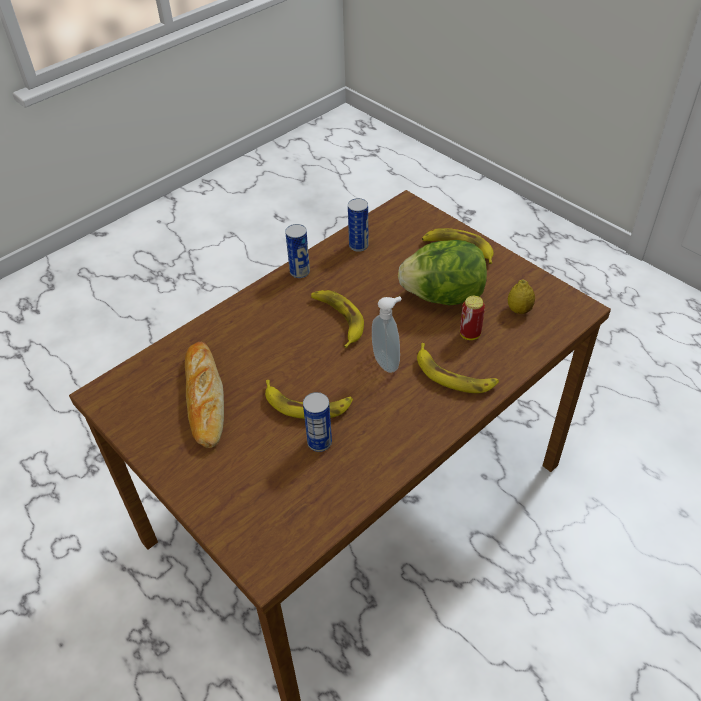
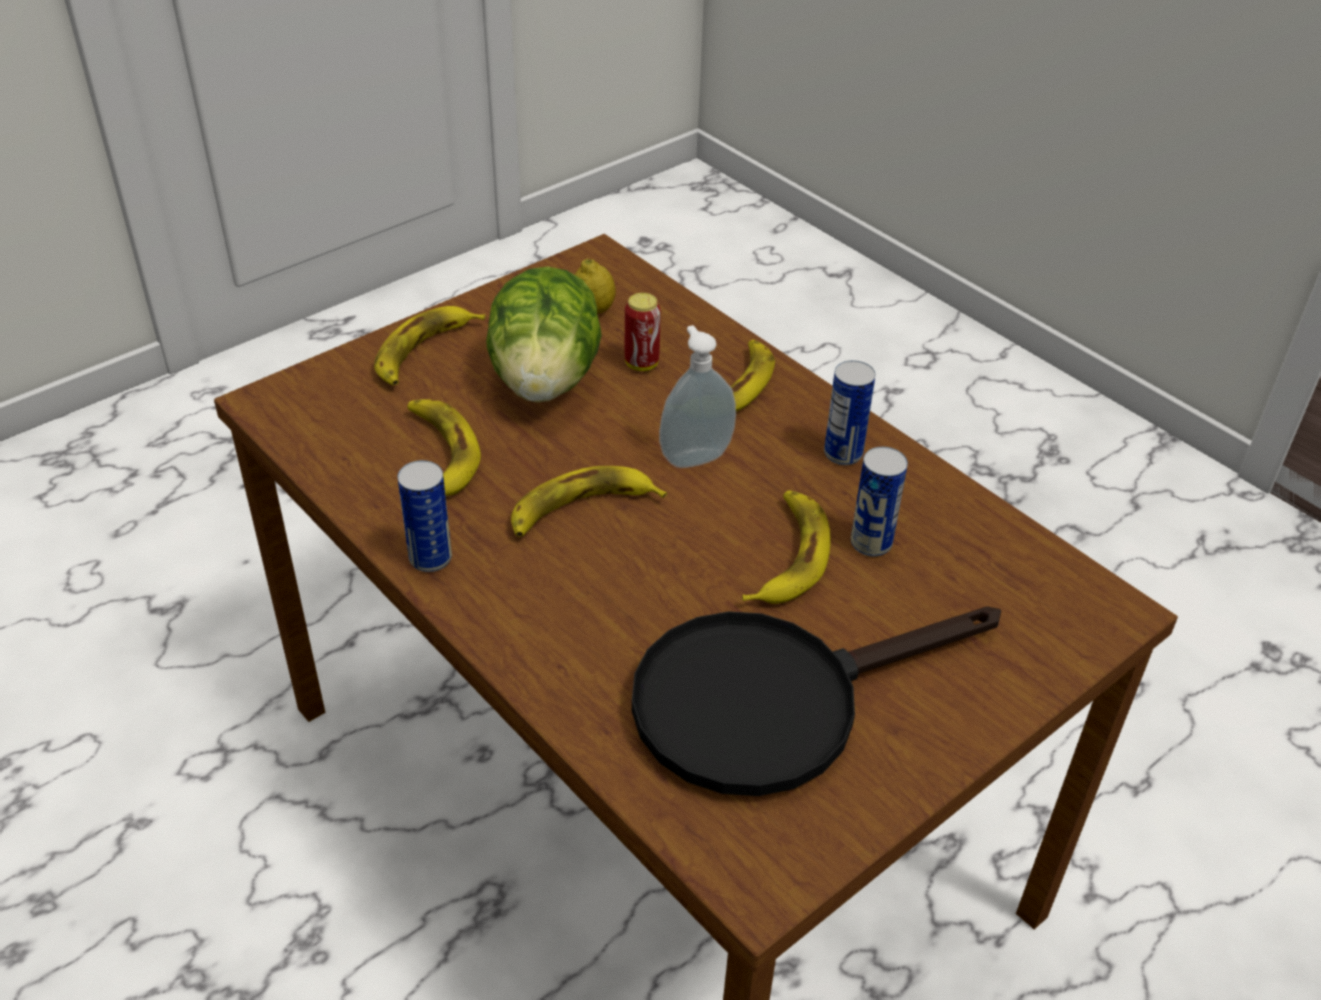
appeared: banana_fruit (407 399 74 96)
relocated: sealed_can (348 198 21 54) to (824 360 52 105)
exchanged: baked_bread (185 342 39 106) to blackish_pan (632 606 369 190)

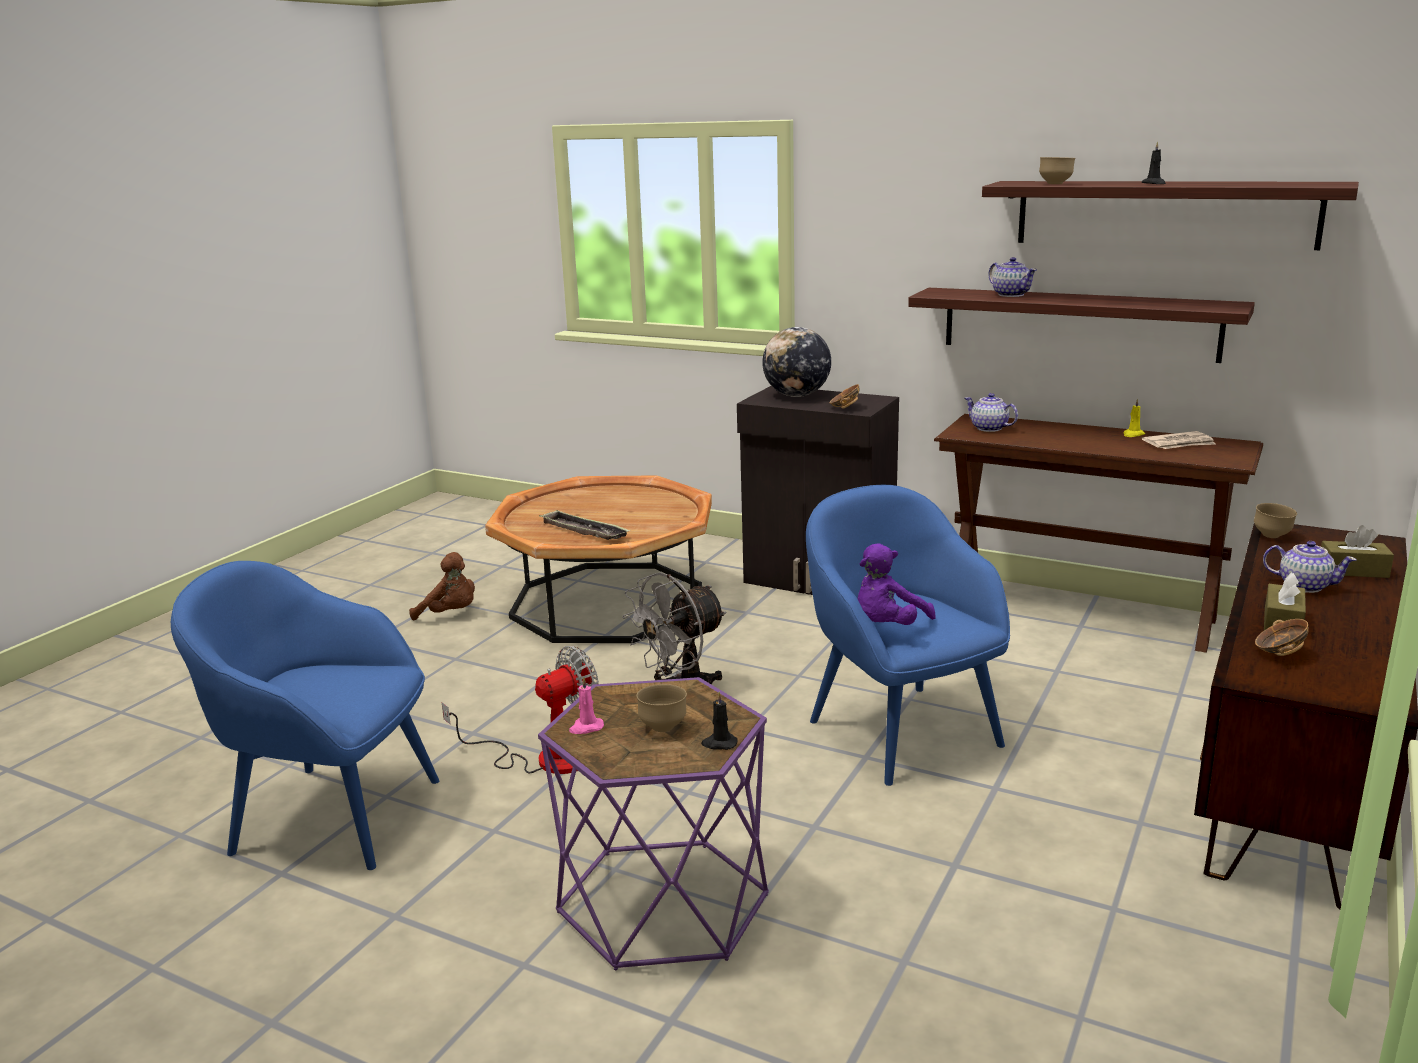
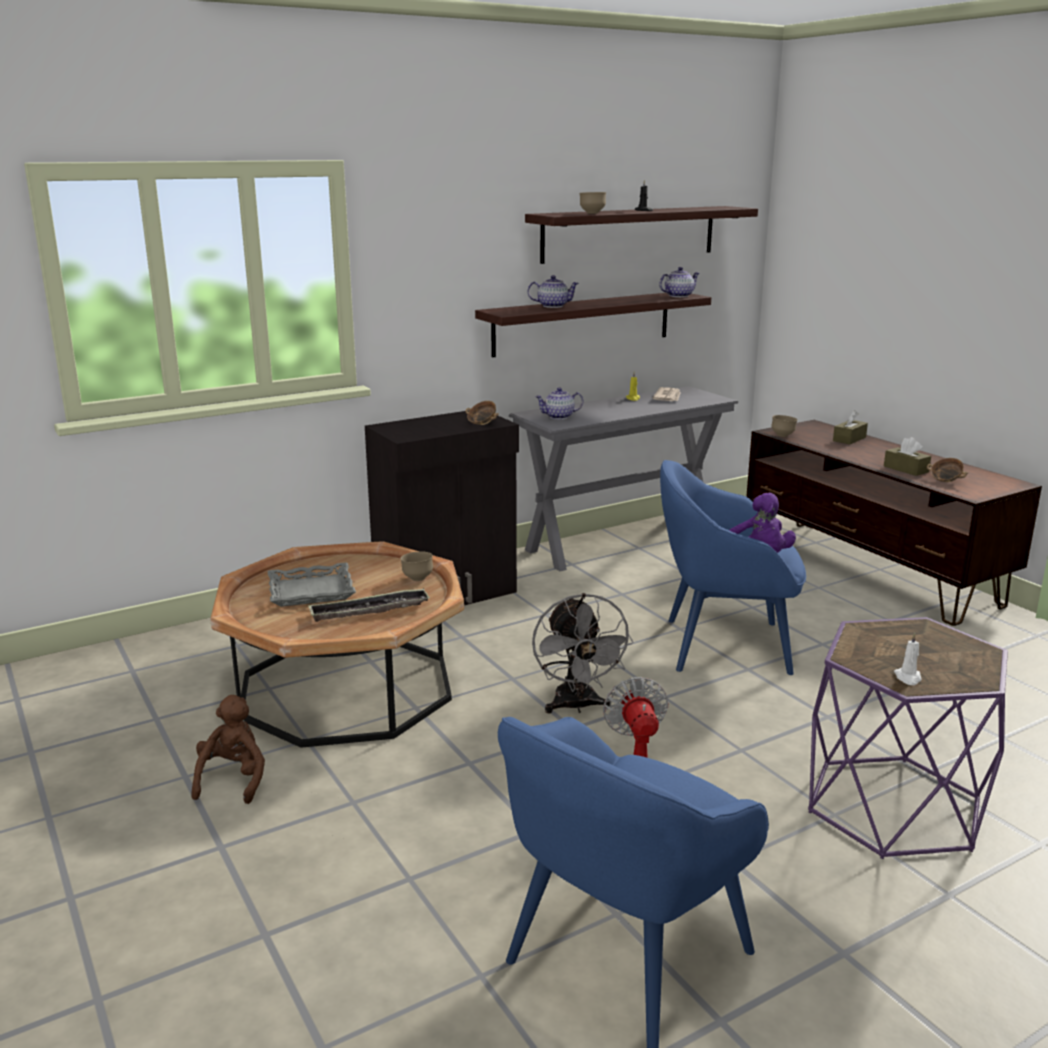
missing: blackish_candle (701 692 37 58); world_globe (762 327 69 70)
appeared: grey_serving_tray (268 563 88 44)
relocated: brown-coloured_deep_dish (637 684 50 48) to (400 551 33 30); teapot (1263 541 94 52) to (659 267 41 30)
colour: pink-coloured_candle (569 676 35 58) to white_candle (894 633 28 52); brown-coloured_narrow_table (934 414 329 239) to grey_narrow_table (509 386 229 185)
spun: brown-coloured_cuddly_toy (409 552 66 68) = (191 695 74 109) 45 degrees counterclockwise

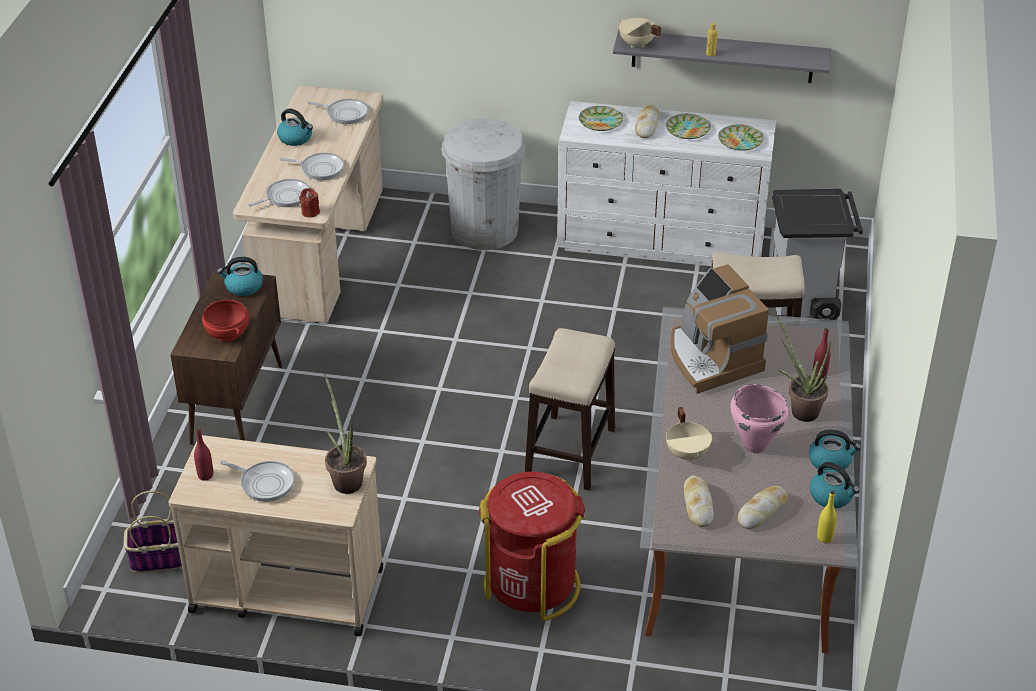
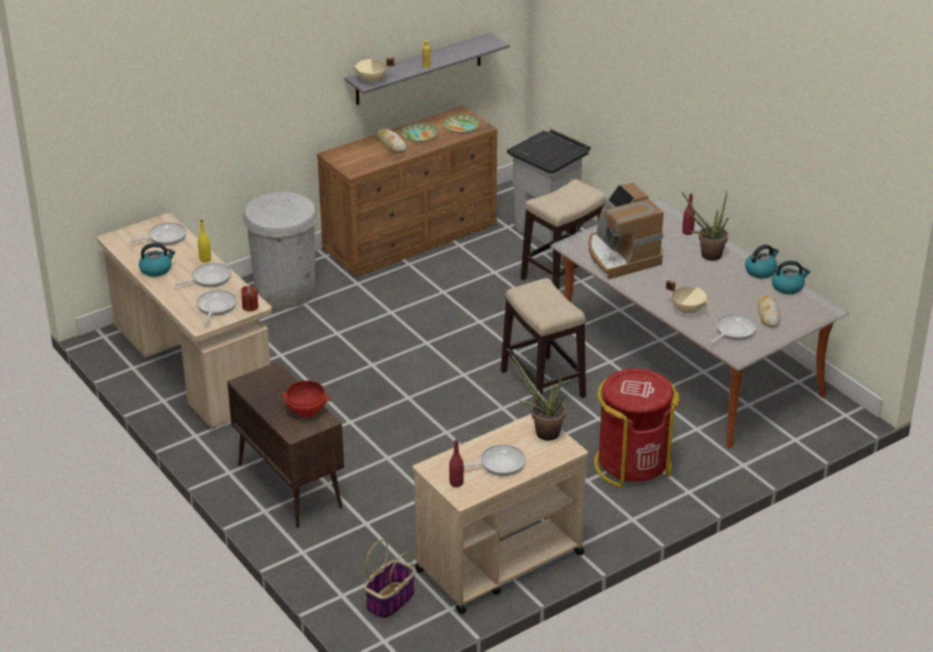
missing: tea_kettle (217 257 46 39); flat_dish (579 106 44 25); pink-coloured_stockpot (731 384 58 69)
relocated: yellowish_bottle (817 491 20 52) to (198 220 13 43)
exchanged: baked_bread (684 475 30 52) to pan (710 314 46 30)
colour: white_drawer_chest (557 101 219 165) to brown-coloured_drawer_chest (317 105 180 171)
spun: coffee_maker (670 264 99 130) = (588 182 76 97) 45 degrees clockwise

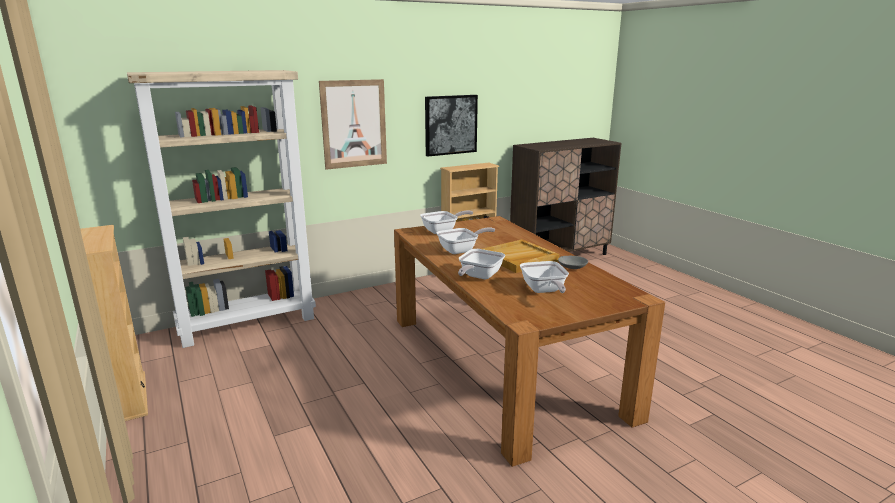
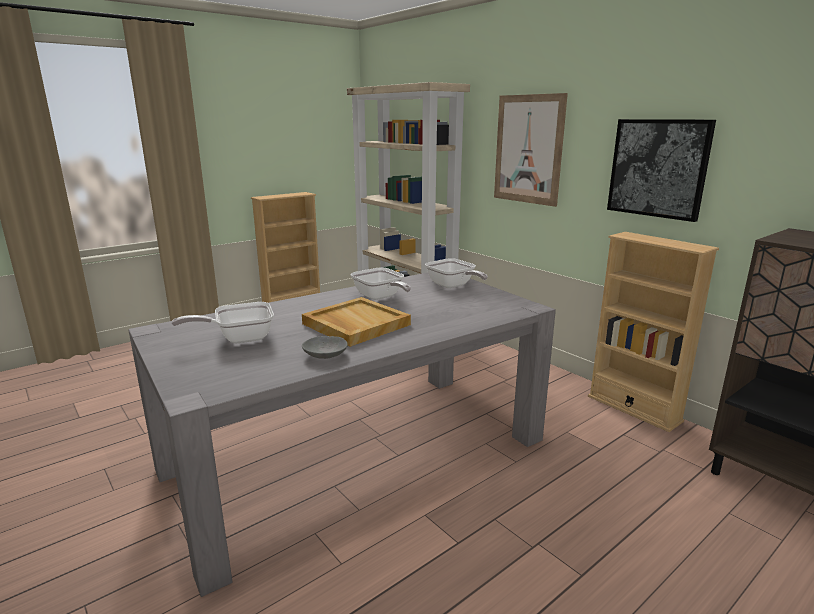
missing: pan (458 249 47 30)
colour: brown-coloured_dinner_table (394 216 271 251) to grey_dinner_table (128 272 428 325)

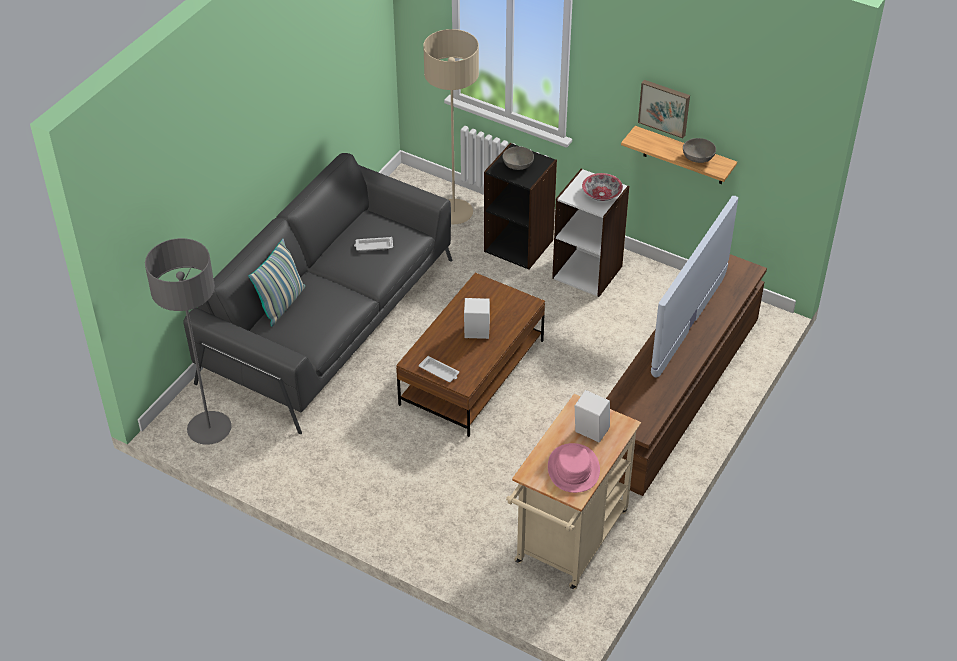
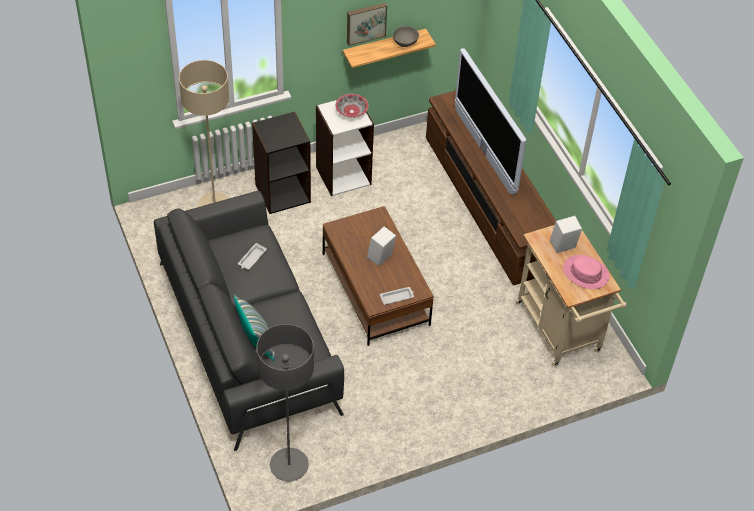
missing: grey_deep_dish (502 146 32 24)

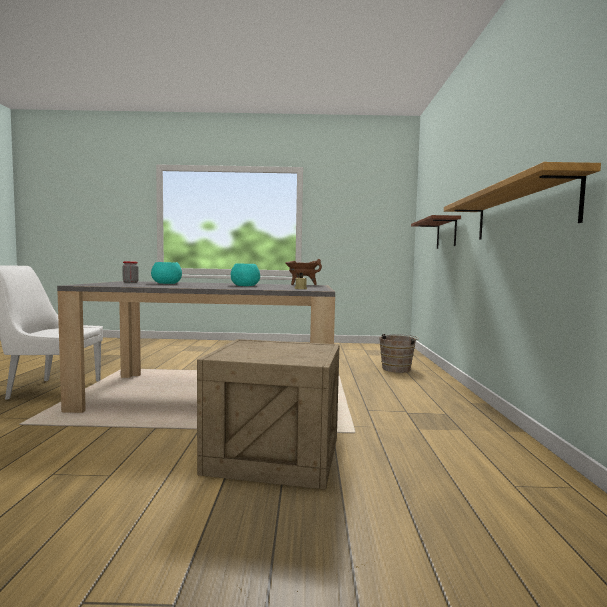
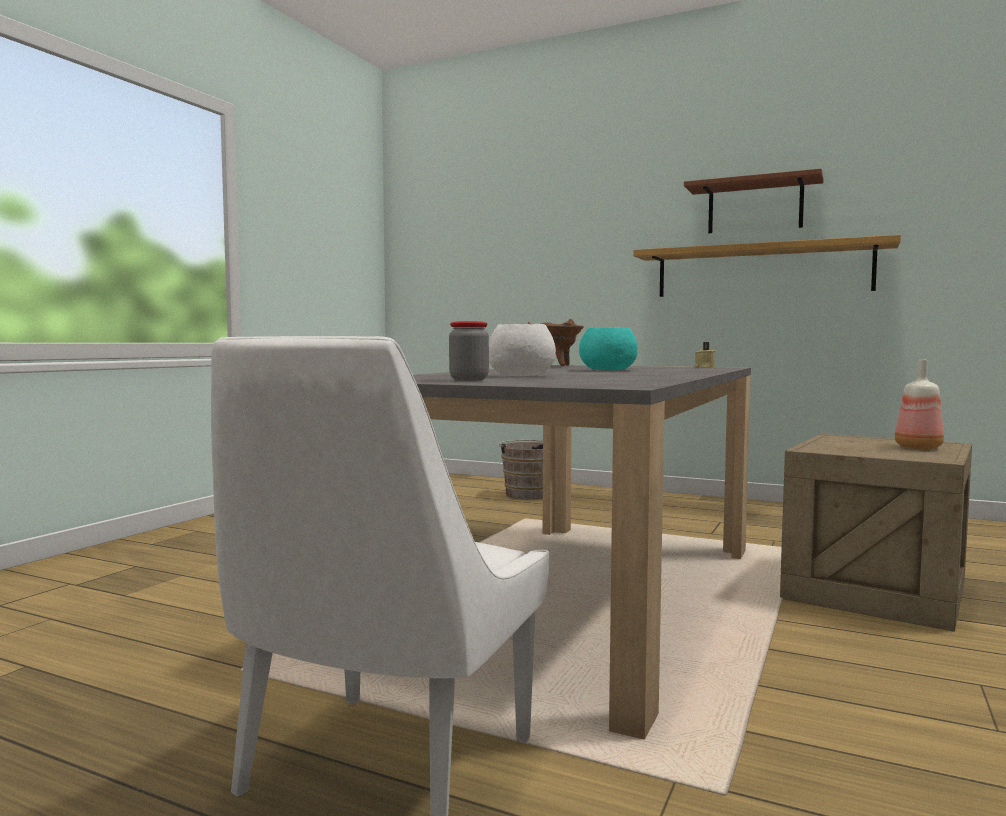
appeared: bottle (895 360 49 89)
relocated: brown-coloured_bracket_shelf (411 215 50 34) to (684 169 140 64)
colour: turquoise-coloured_deep_dish (151 262 31 22) to white_deep_dish (489 324 67 52)

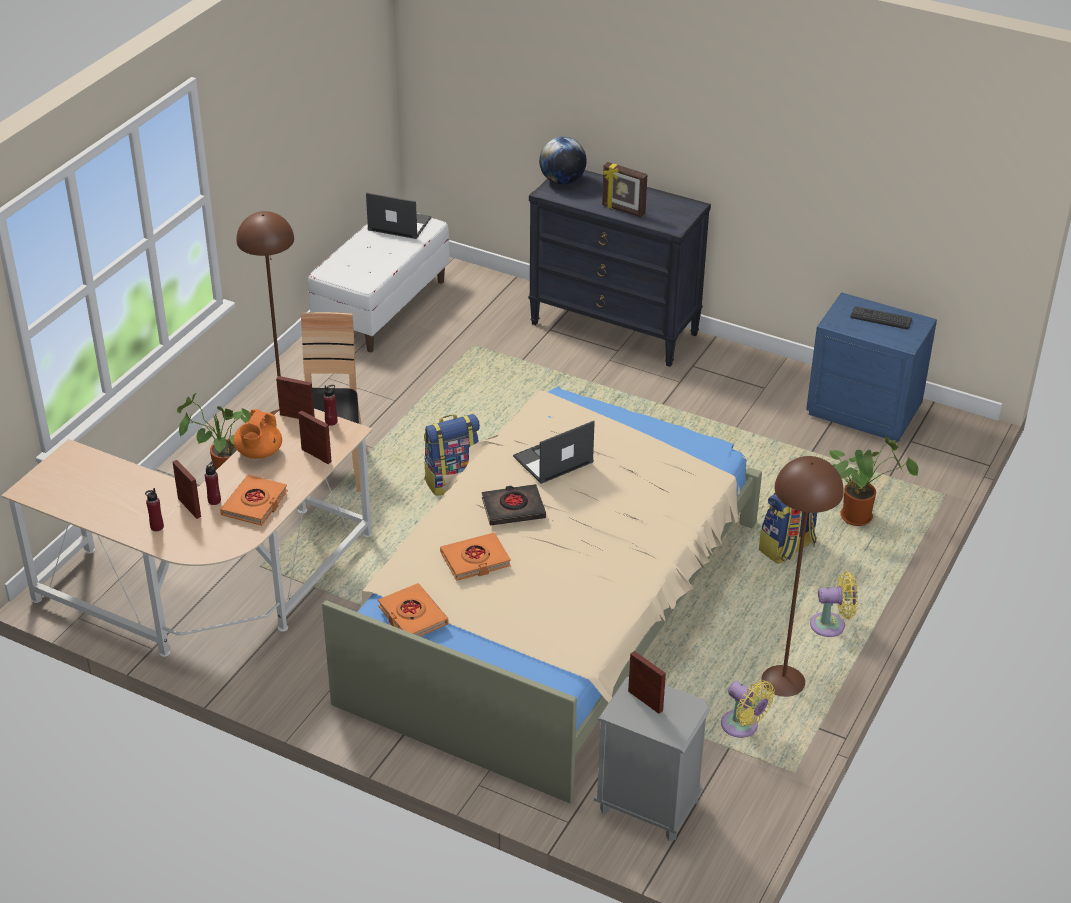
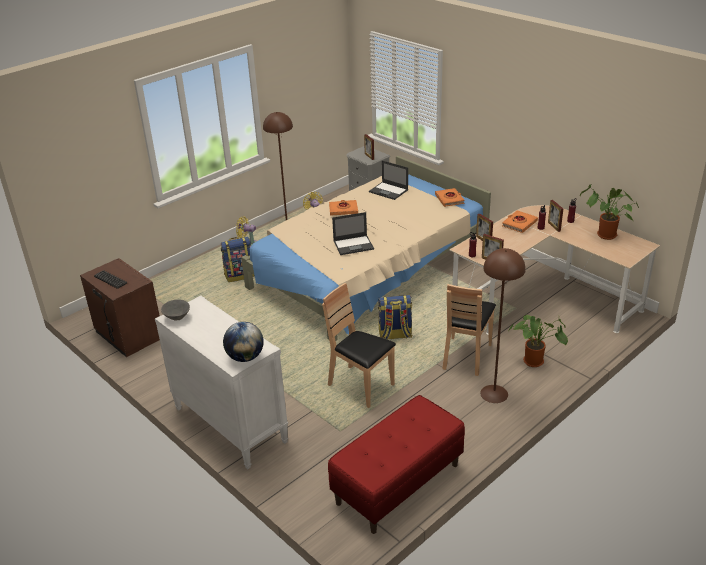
missing: orange_teapot (233 409 49 50); blackish_volume (482 484 64 42); photo_frame (602 162 46 55)
appeared: grey_deep_dish (161 300 29 20); brown-coloured_chair (322 283 74 125)
relocated: portable_computer (366 192 65 47) to (369 161 39 39); orange_volume (440 532 71 49) to (329 200 29 16); houseplant (829 436 89 90) to (580 183 59 57)
colour: white_indoor_bench (308 213 142 139) to reddish_indoor_bench (328 395 137 139); blackish_drawer_chest (529 170 182 197) to white_drawer_chest (155 295 133 174); bluish_nightstand (806 292 131 150) to brown-coloured_nightstand (80 258 80 99)

